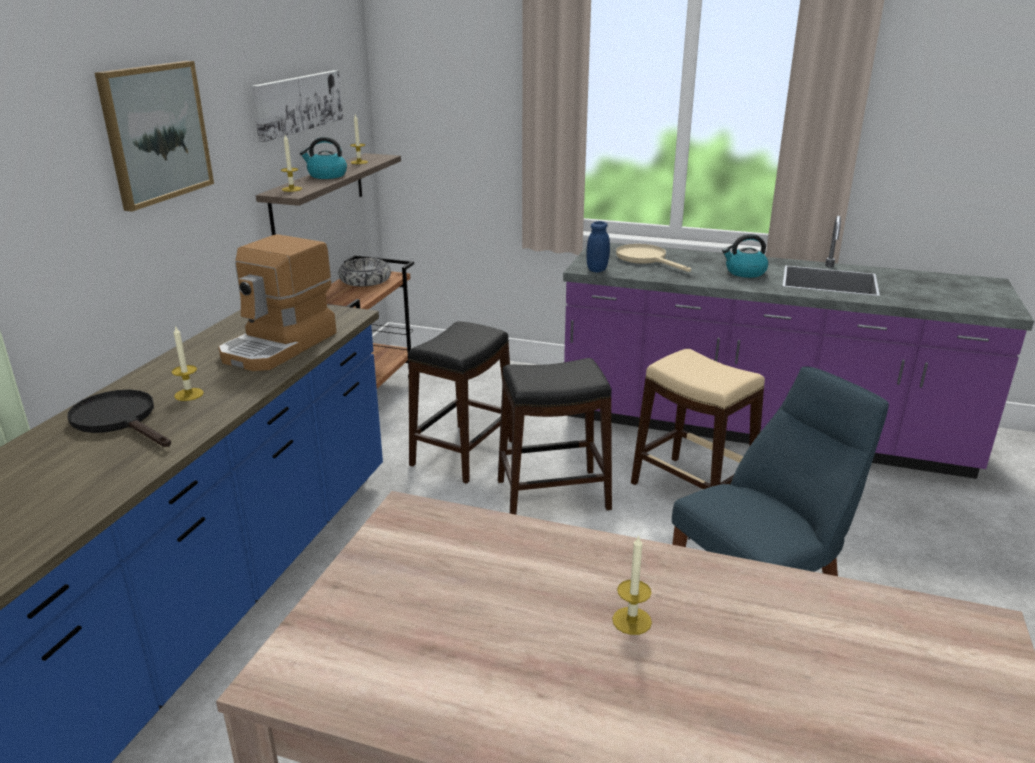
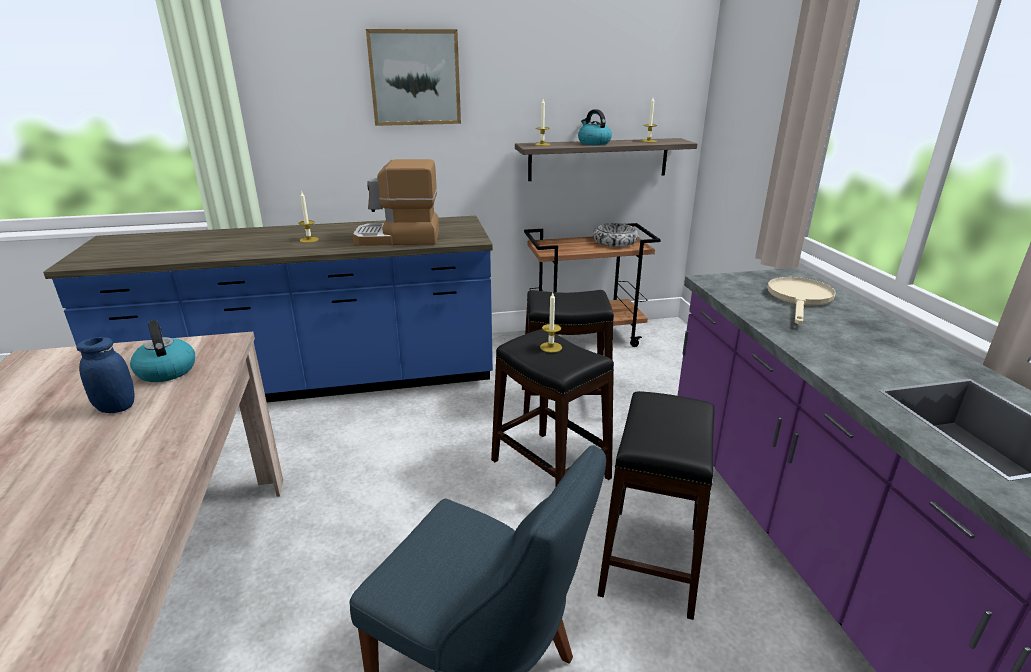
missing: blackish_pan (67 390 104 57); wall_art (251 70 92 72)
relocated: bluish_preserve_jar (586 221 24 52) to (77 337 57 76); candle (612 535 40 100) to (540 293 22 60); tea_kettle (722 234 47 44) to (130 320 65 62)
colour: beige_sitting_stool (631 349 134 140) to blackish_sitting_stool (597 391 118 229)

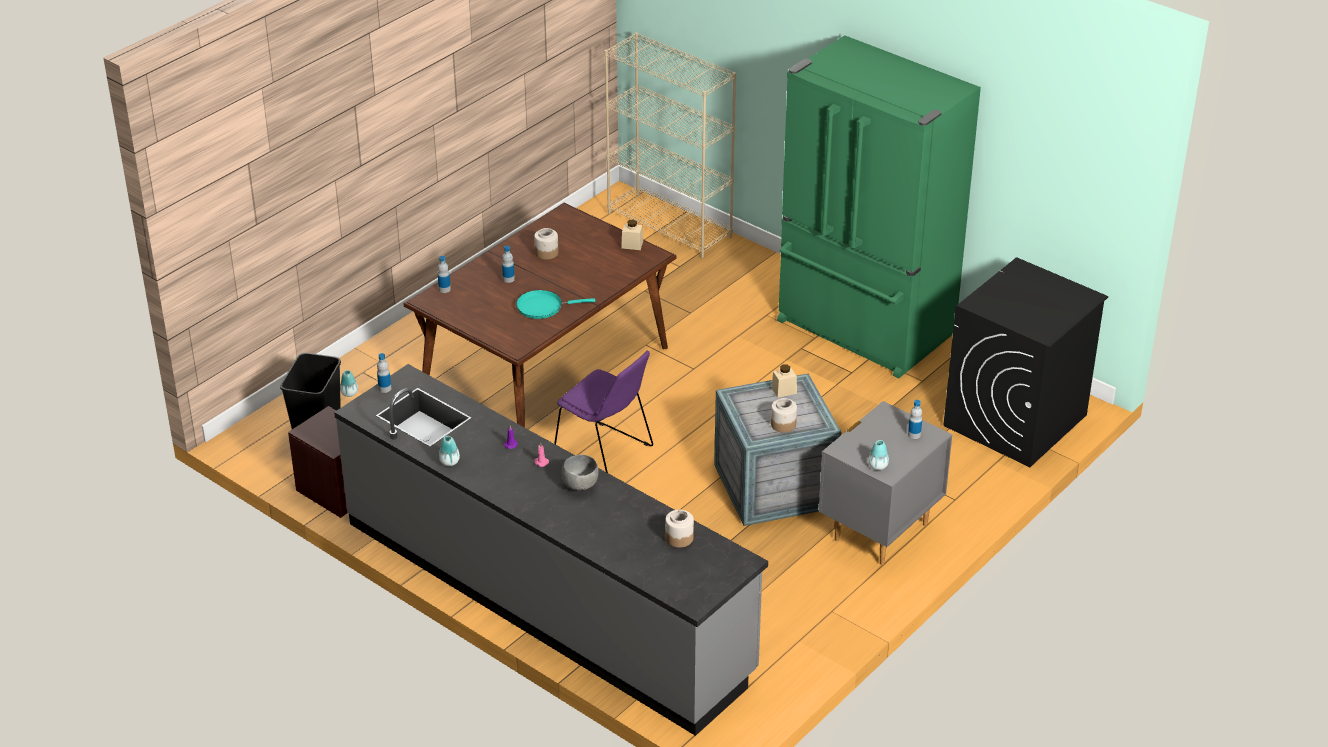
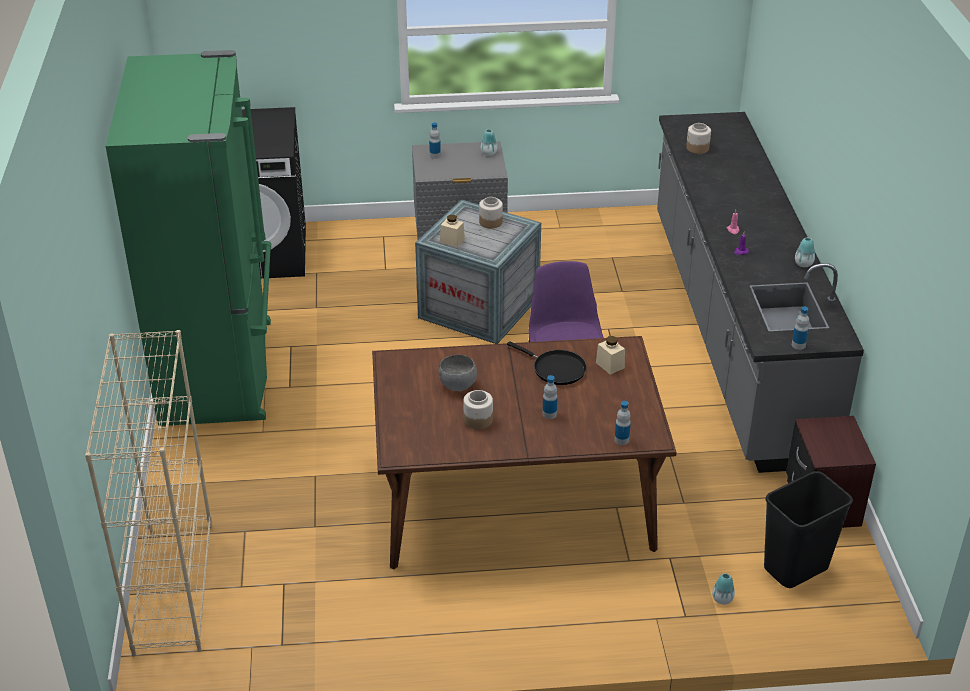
relocated: grey_deep_dish (562 455 37 35) to (439 355 38 36); beige_preserve_jar (621 219 22 31) to (596 336 29 39)
colour: turquoise-coloured_pan (516 290 79 29) to blackish_pan (507 341 80 44)

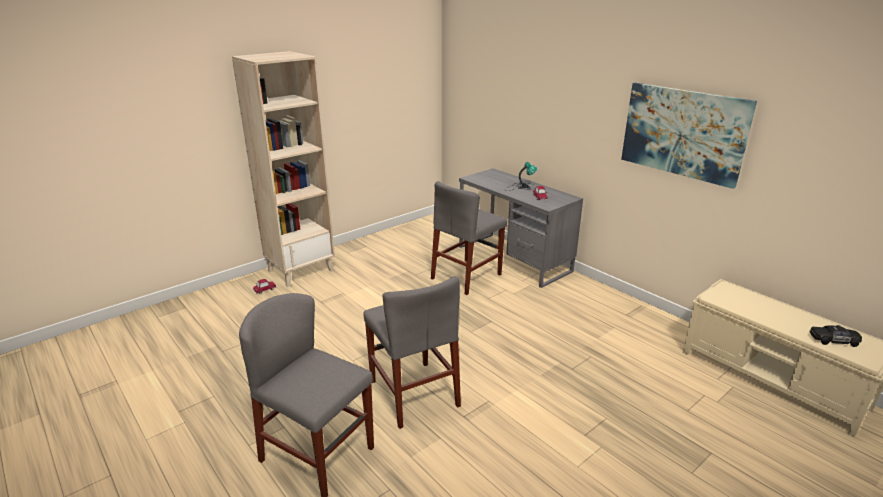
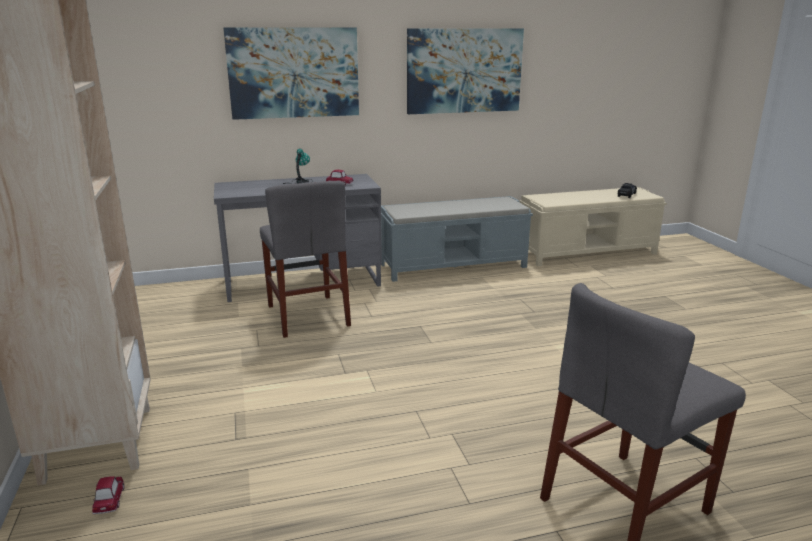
missing: grey_chair (363 276 98 153)
appeared: wall_art (223 27 136 93); grey_indoor_bench (381 196 152 86)

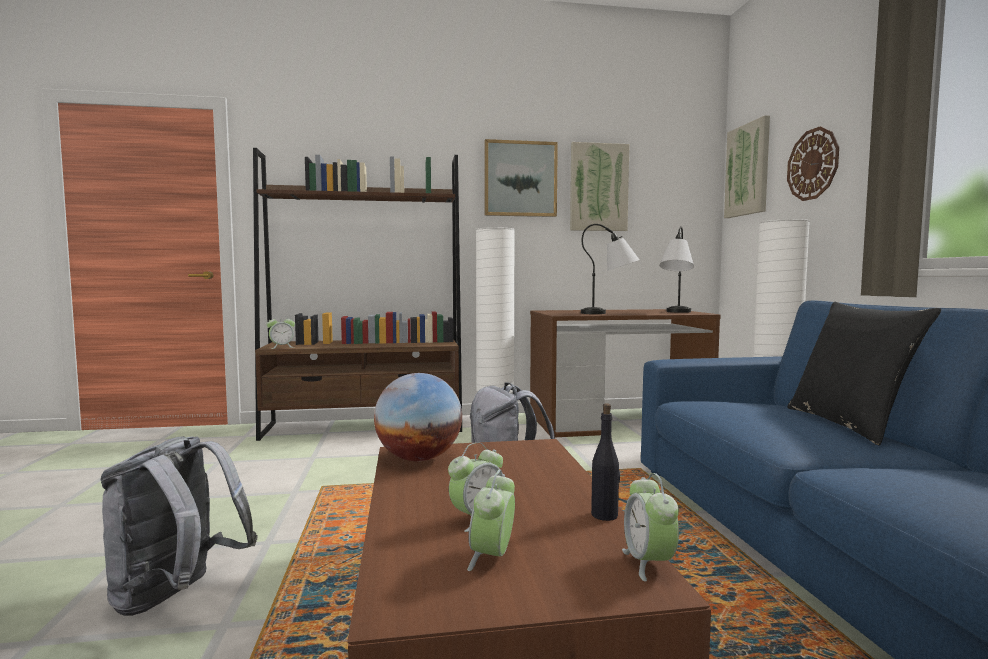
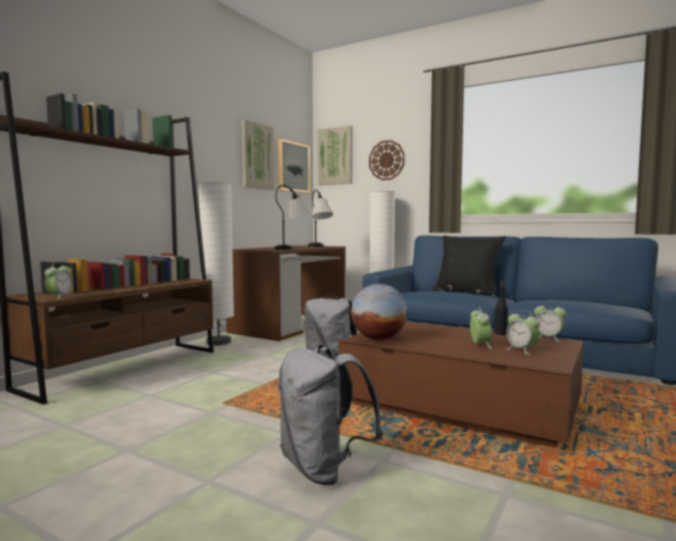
relocated: wall_art (484 139 74 78) to (278 139 32 54)

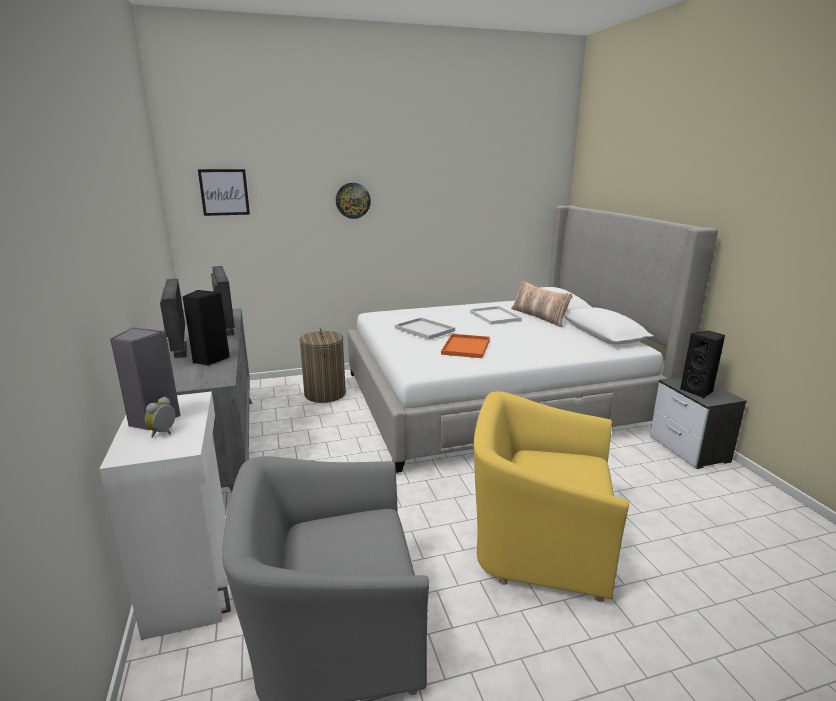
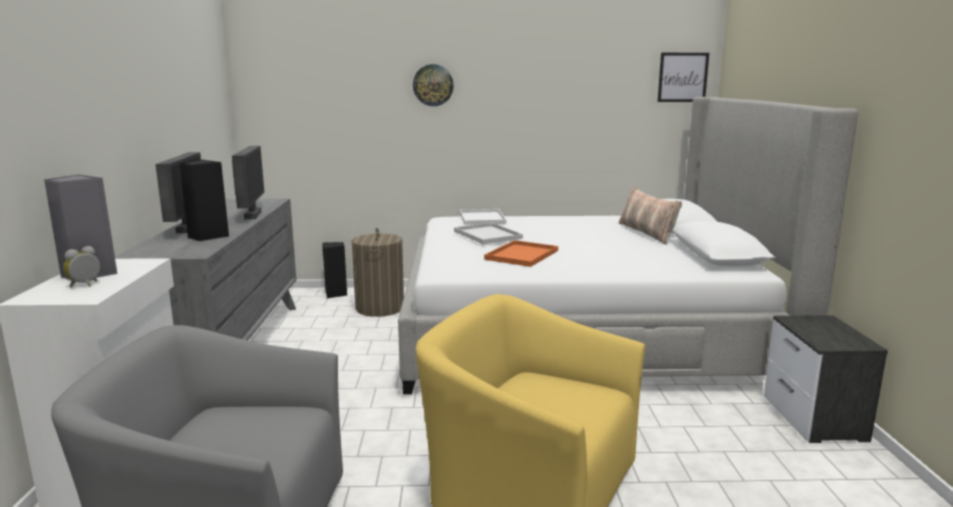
relocated: wall_art (198 169 52 47) to (657 53 52 49); white_serving_tray (470 306 52 19) to (460 209 47 16); blackish_loudspeaker (680 331 45 67) to (322 242 25 56)

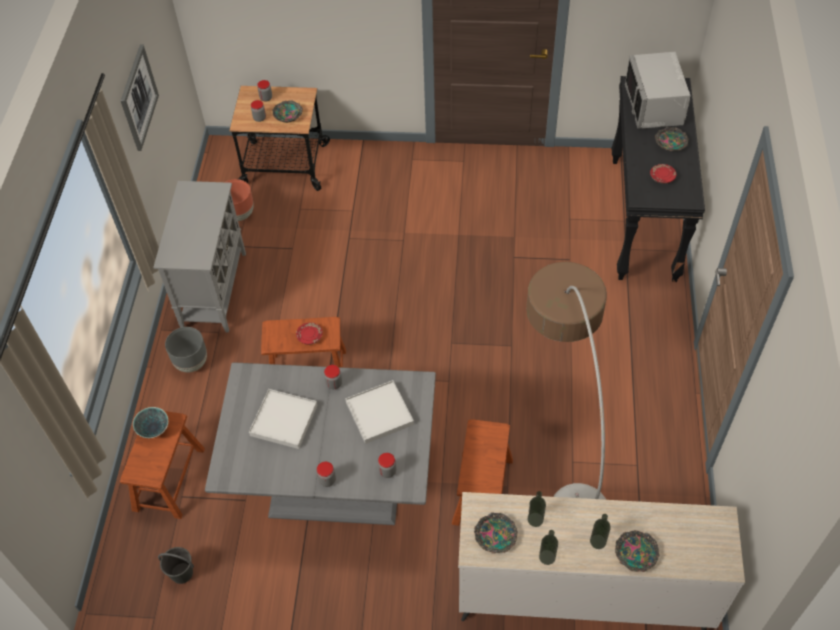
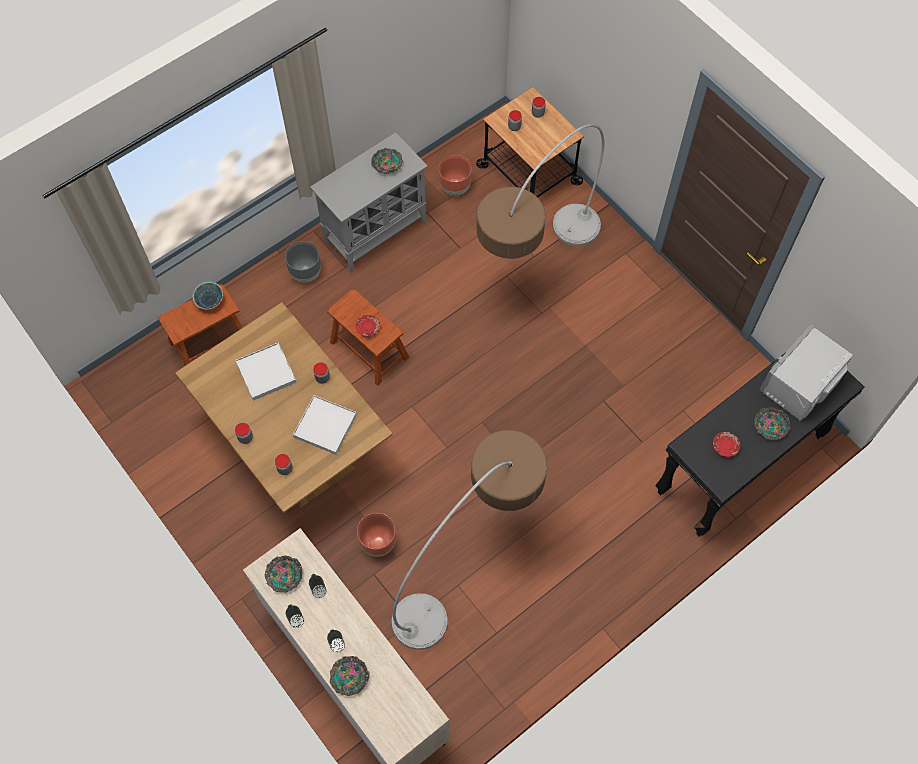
missing: wall_art (121 44 38 107); grey_water_bucket (158 547 36 37)
appeared: standard_lamp (477 124 127 135)
relocated: deep_dish (272 100 31 23) to (371 148 32 26)
exchanged: brown-coloured_sitting_stool (452 419 61 107) to brown-coloured_flower_pot (357 513 39 44)
colour: grey_dinner_table (205 362 231 163) to brown-coloured_dinner_table (176 302 217 211)

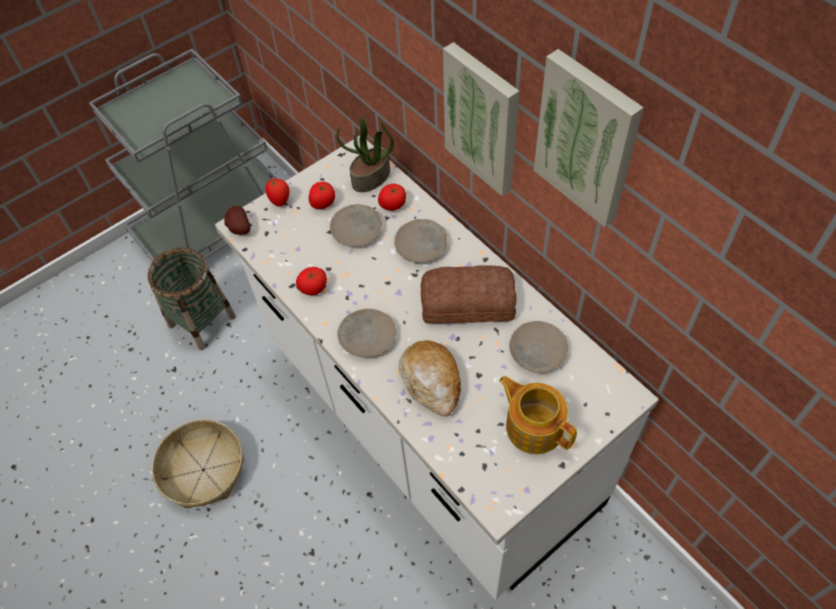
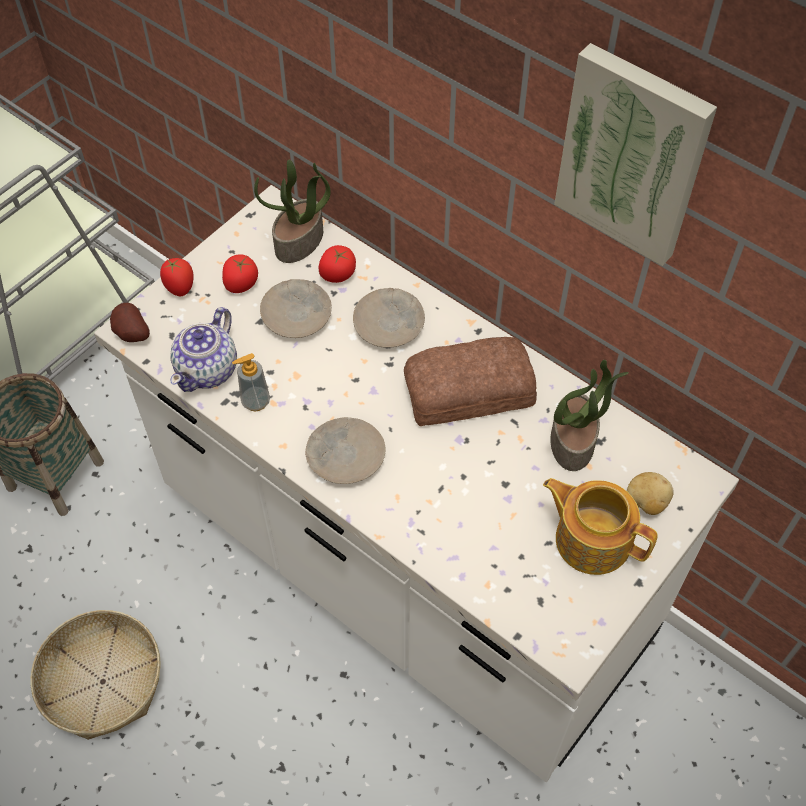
missing: baked_bread (398 340 63 77); wall_art (443 42 76 154)
appeared: teapot (170 307 67 85); potato (627 472 47 43)
exchanged: tomato (296 267 31 28) to soap_bottle (232 353 38 58); beige_flat_dish (509 321 59 52) to houseplant (550 360 79 111)

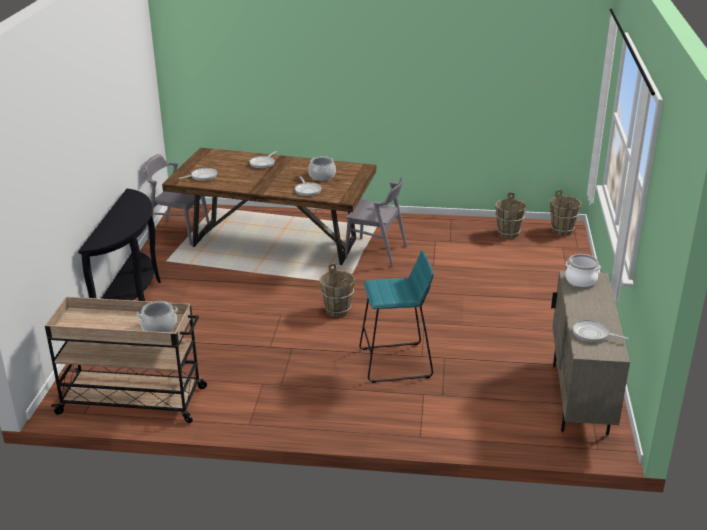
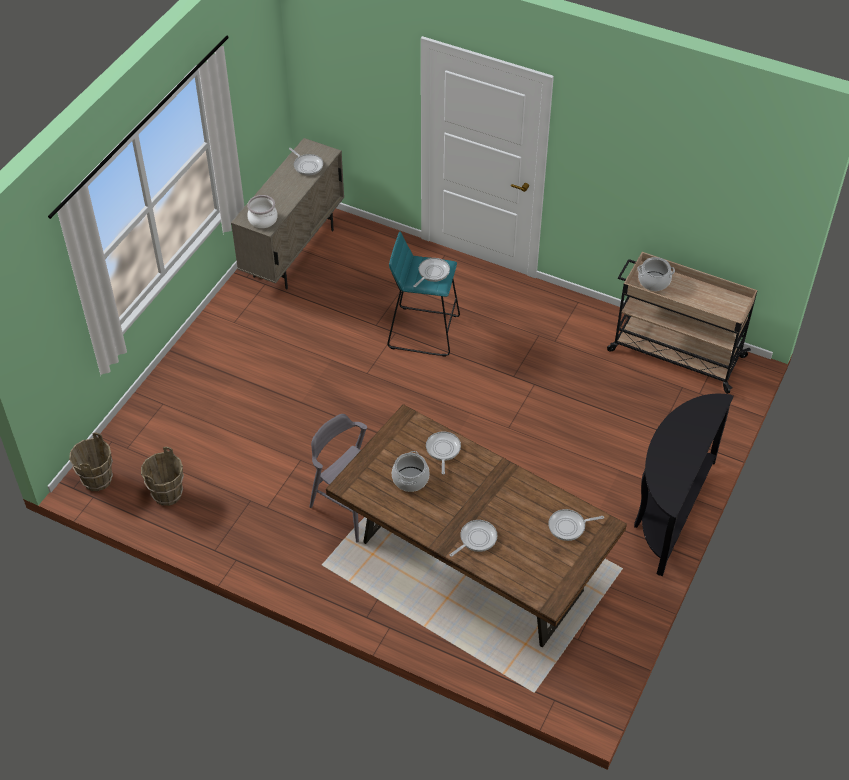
missing: grey_chair (144 154 65 91); brown-coloured_water_bucket (320 263 35 54)
appeared: pan (413 258 37 29)

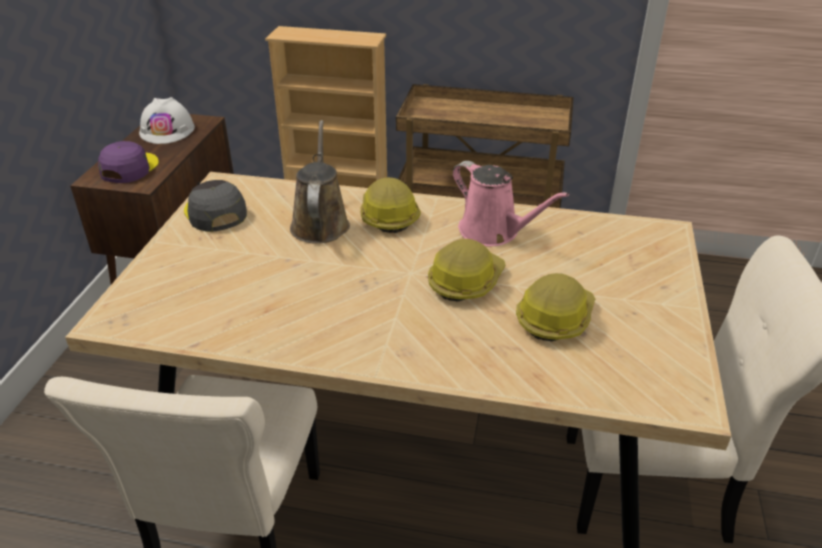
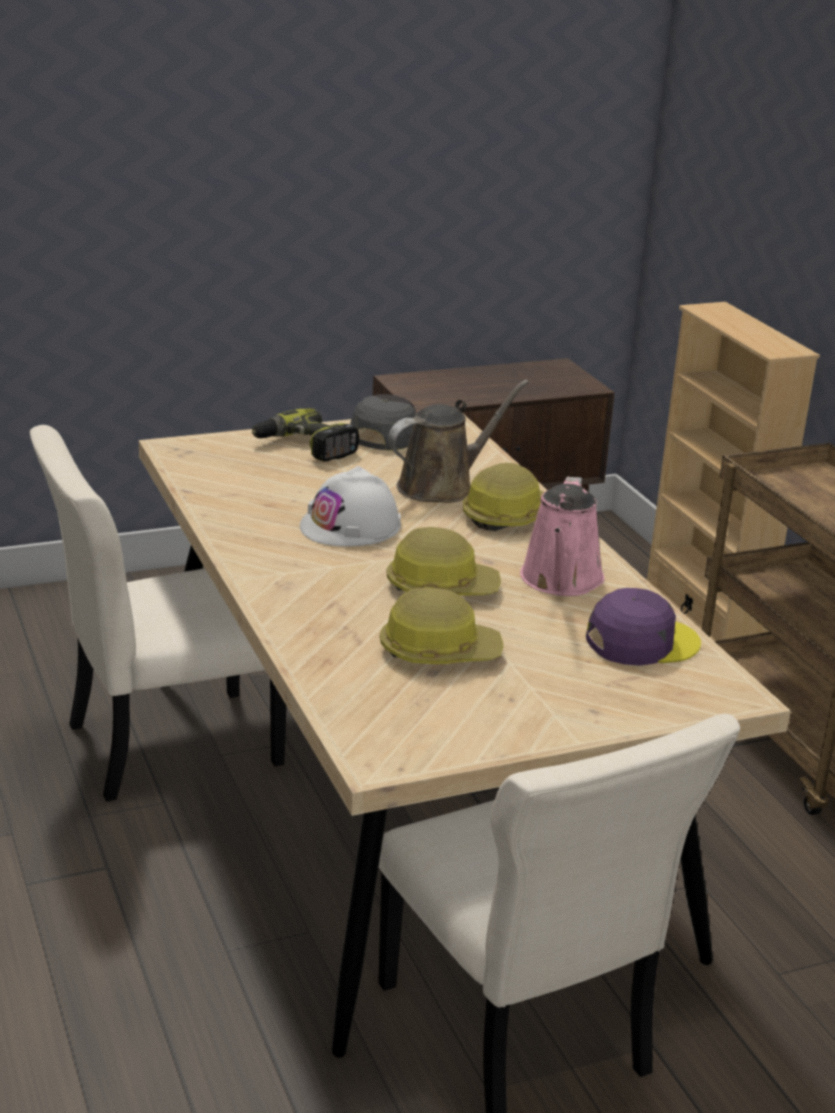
appeared: power_drill (252 408 107 53)
relocated: purple_cap (98 141 61 42) to (586 588 115 77); white_safety_helmet (139 97 56 47) to (300 466 101 81)

